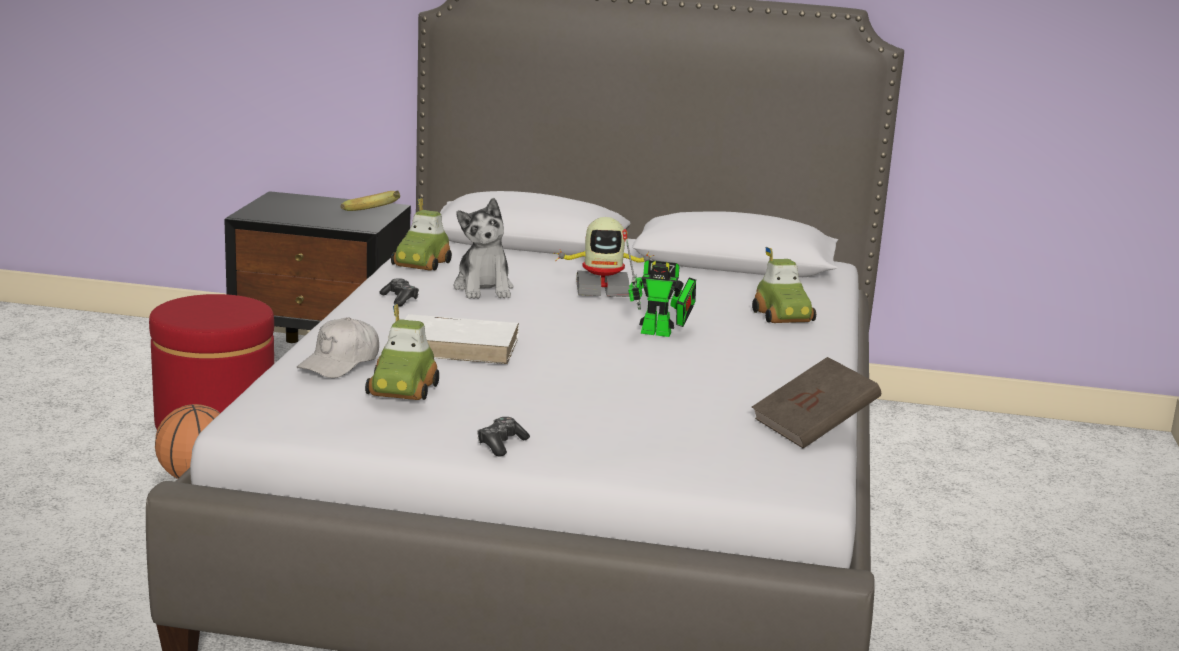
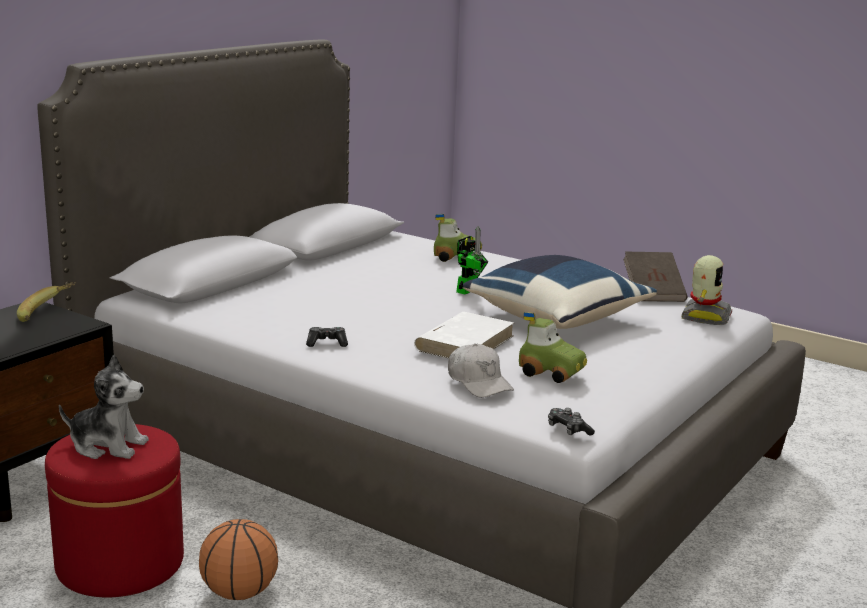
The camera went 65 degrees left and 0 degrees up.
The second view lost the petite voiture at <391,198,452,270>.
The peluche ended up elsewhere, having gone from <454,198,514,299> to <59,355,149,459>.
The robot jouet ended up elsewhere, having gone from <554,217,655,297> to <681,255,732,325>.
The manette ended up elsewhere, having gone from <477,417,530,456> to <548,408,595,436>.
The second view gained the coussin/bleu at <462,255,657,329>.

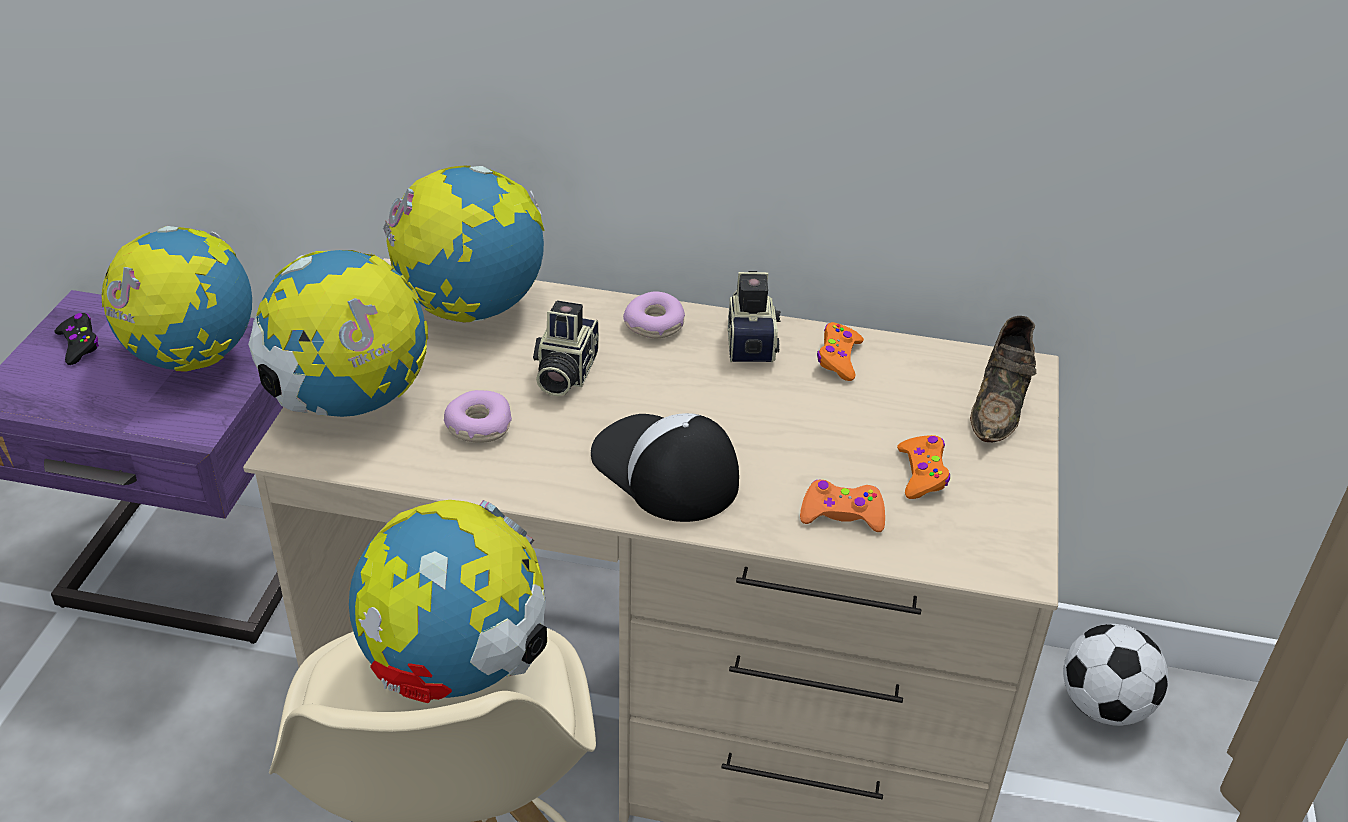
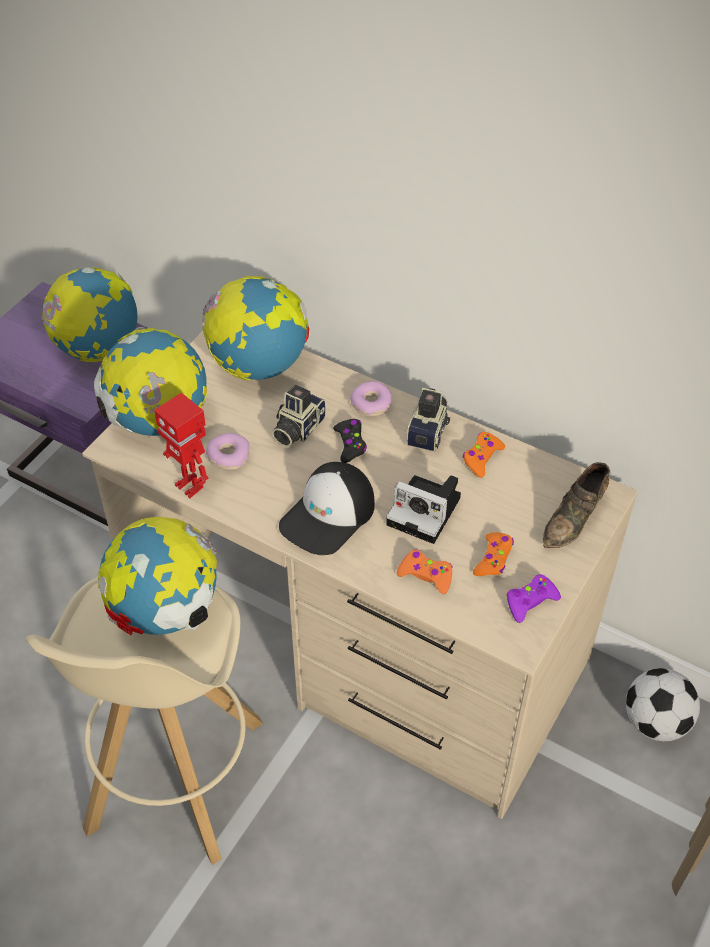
The camera went 20 degrees right and 10 degrees up.
The manette/noir ended up elsewhere, having gone from <54,313,99,365> to <333,419,367,463>.
The casquette at <591,413,739,522> ended up facing another way, 120 degrees counterclockwise from before.
The second view gained the robot jouet at <154,393,208,498>.
The second view gained the appareil photo at <386,475,461,544>.
The second view gained the manette/violet at <507,574,561,623>.

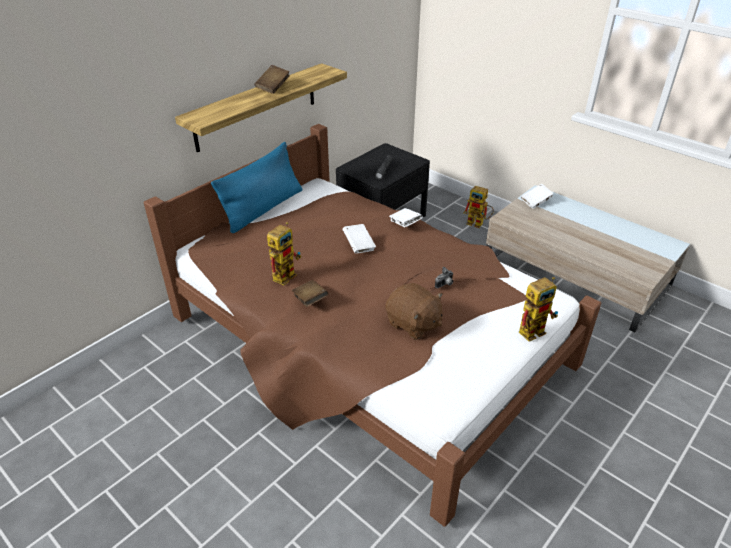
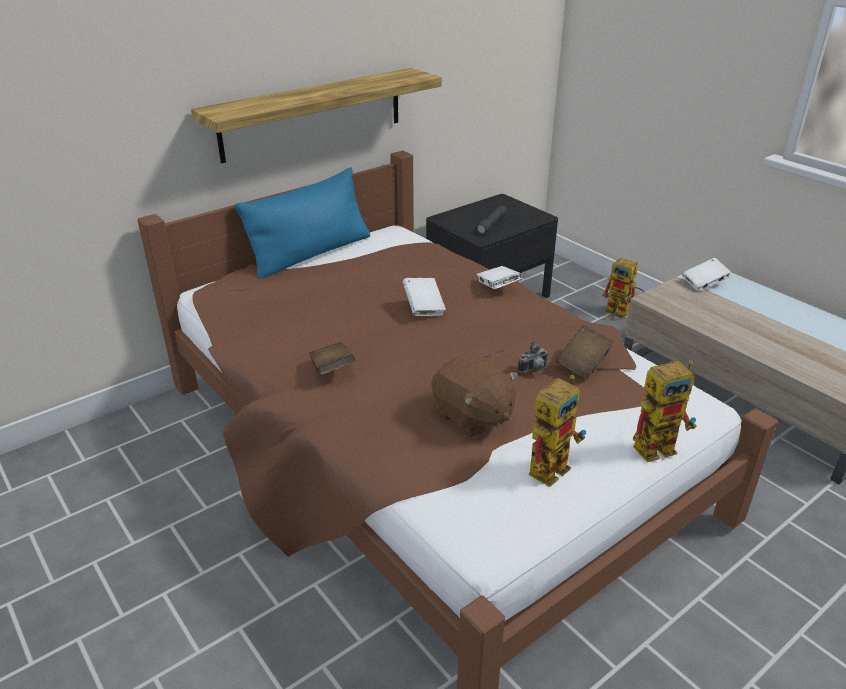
The camera went 10 degrees right and 5 degrees down.
The livre/marron ended up elsewhere, having gone from <255,65,290,94> to <556,326,614,378>.
The robot jouet ended up elsewhere, having gone from <267,222,301,285> to <529,375,586,487>.

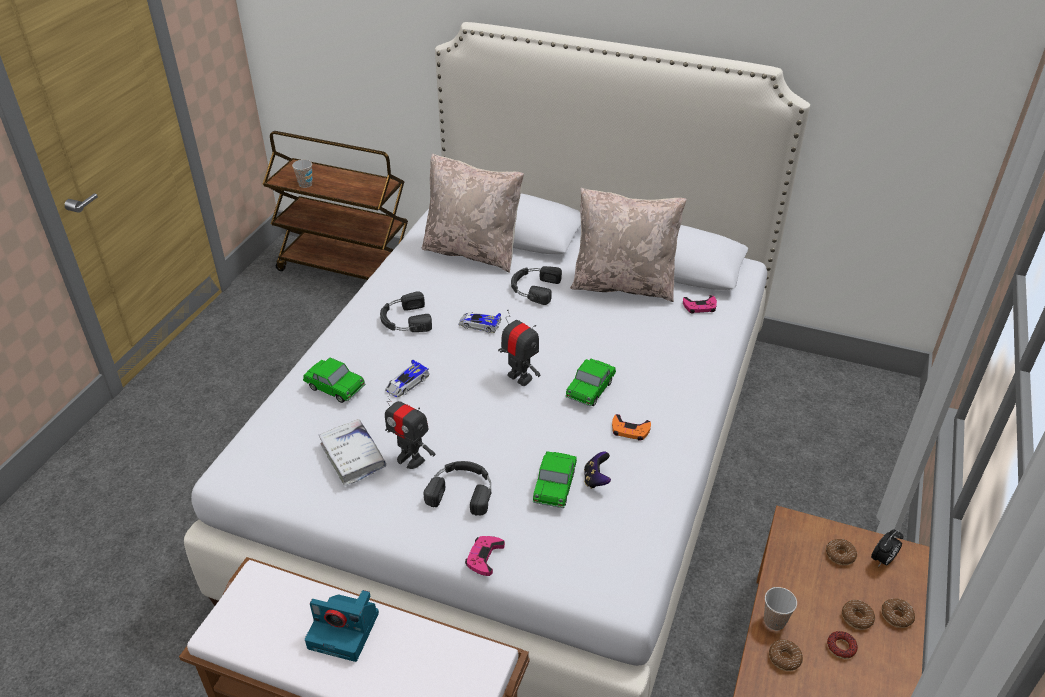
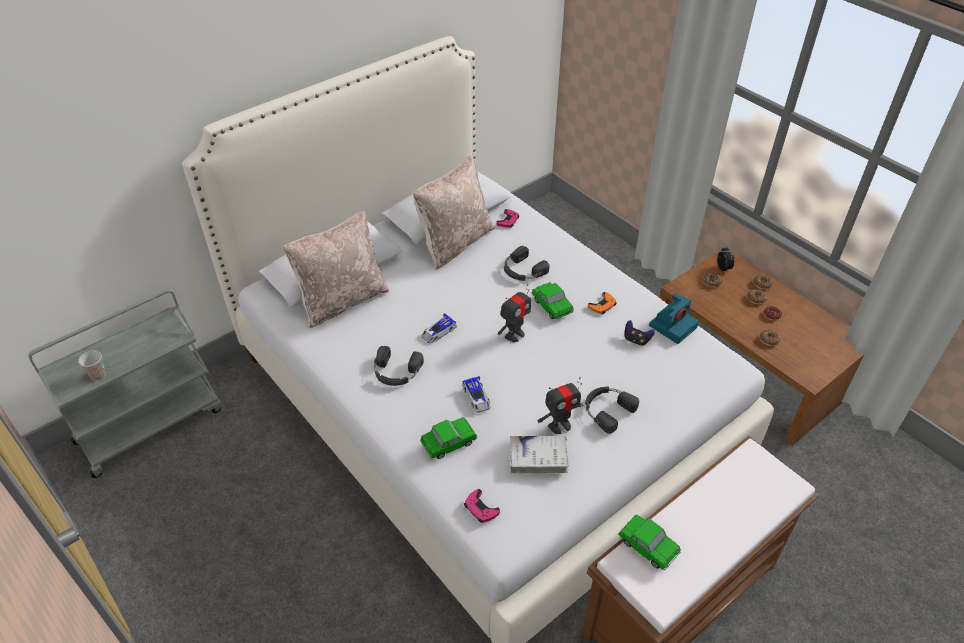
The camera went 60 degrees left and 5 degrees up.
What was the chariot/marron at <262,131,408,280> turned into the chariot/gris at <28,289,222,478>.
The casque audio/noir ended up elsewhere, having gone from <511,266,562,305> to <504,246,549,281>.
The robot jouet at <498,309,540,386> ended up facing another way, 150 degrees clockwise from before.
The petite voiture ended up elsewhere, having gone from <533,451,577,508> to <618,514,681,570>.
The manette/rose ended up elsewhere, having gone from <465,536,505,576> to <464,489,500,523>.
The second view lost the tasse at <764,587,797,630>.
The appareil photo ended up elsewhere, having gone from <305,590,379,662> to <649,293,699,344>.

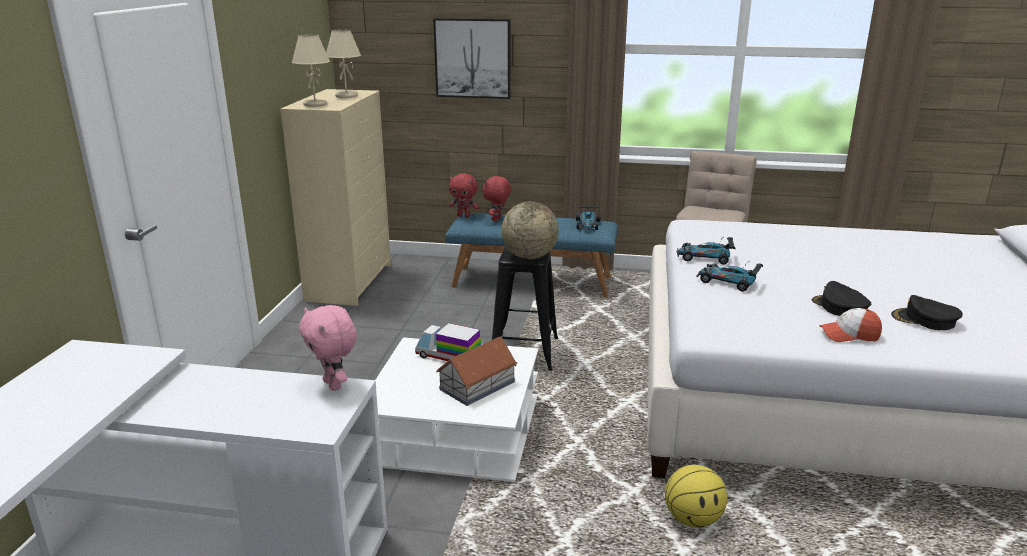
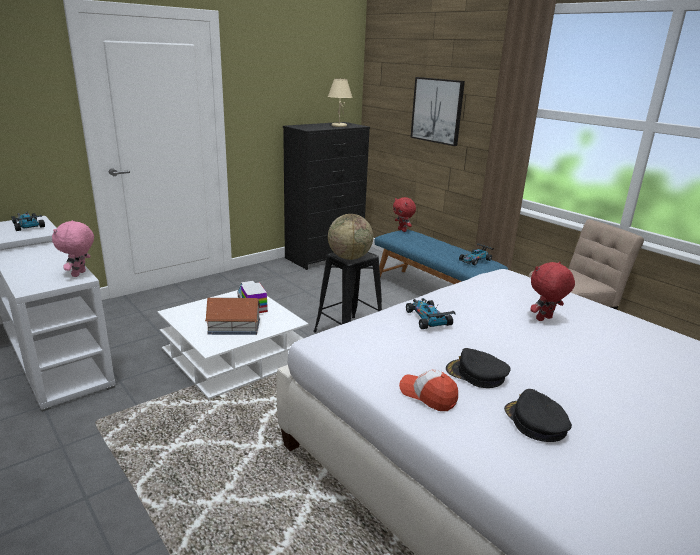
The camera went 40 degrees right and 0 degrees up.
The second view lost the lampe de table/beige at <292,34,330,107>.
What was the commode/beige at <280,89,391,306> turned into the commode/noir at <283,122,370,270>.
The peluche/rouge ended up elsewhere, having gone from <482,176,511,222> to <530,262,575,321>.
The petite voiture ended up elsewhere, having gone from <677,237,736,265> to <11,212,45,231>.
The casquette/noir at <812,281,871,316> ended up facing another way, 75 degrees counterclockwise from before.
The second view lost the ballon de basket at <665,465,728,528>.

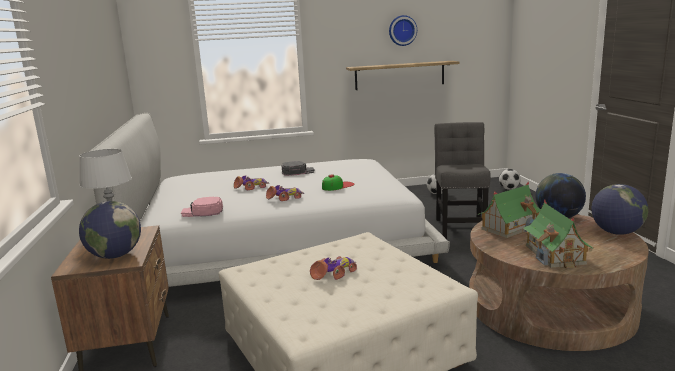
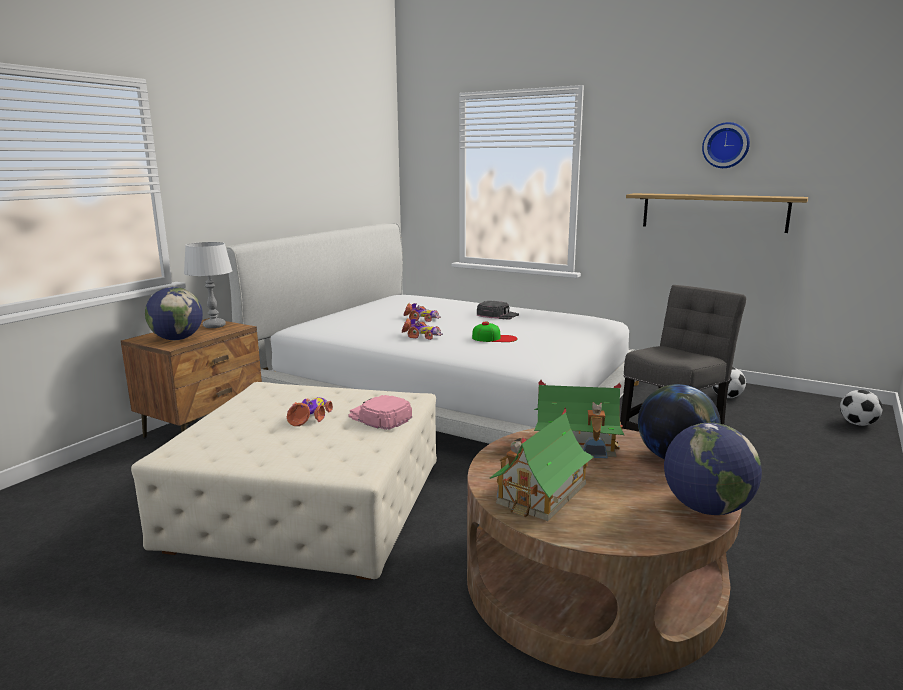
The camera went 40 degrees right and 0 degrees up.
The casquette/rose ended up elsewhere, having gone from <181,197,223,217> to <348,395,412,430>.
The petite voiture at <310,256,357,280> ended up facing another way, 75 degrees counterclockwise from before.

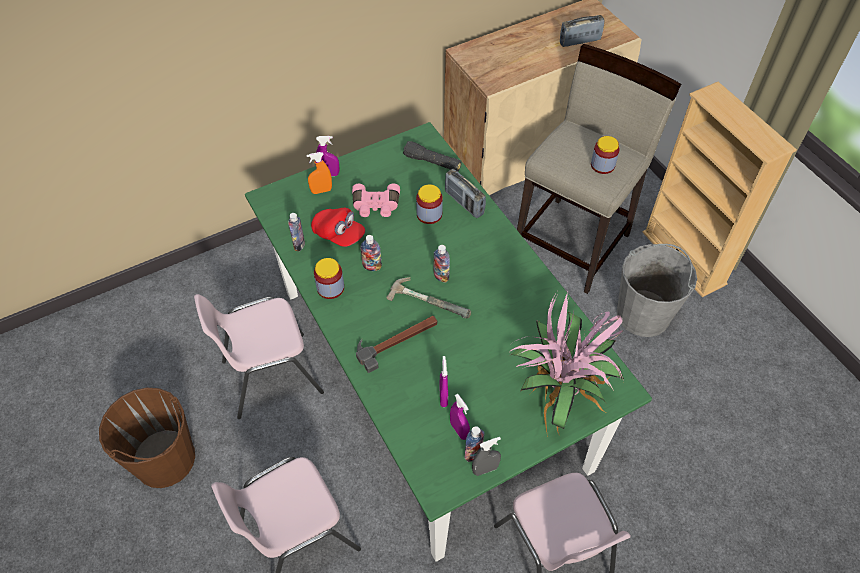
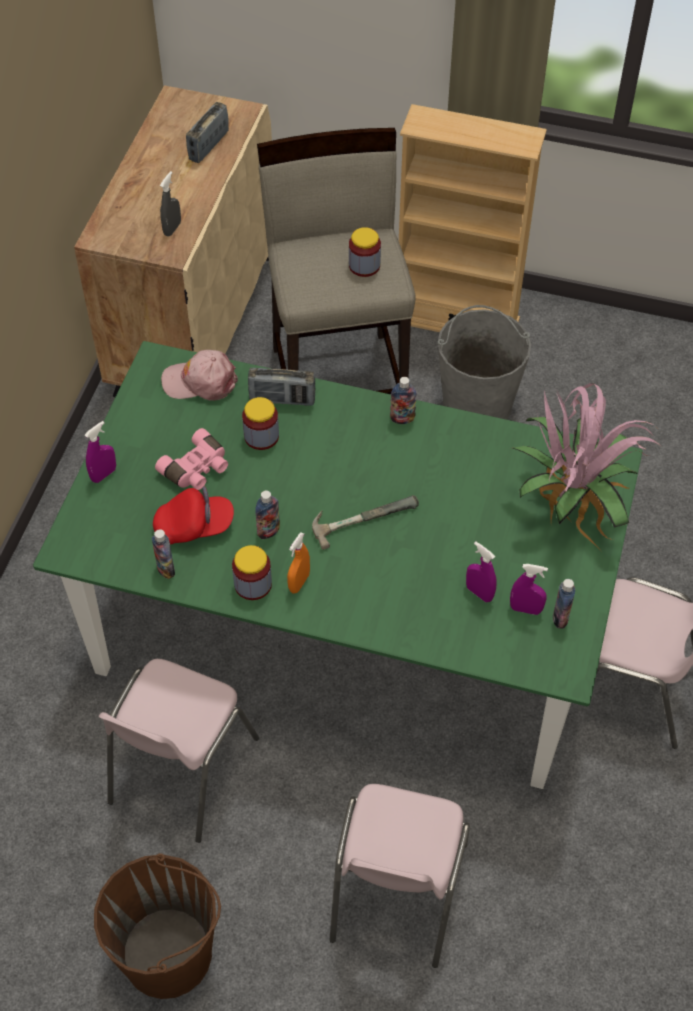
The camera went 45 degrees left and 0 degrees up.
Where the lampe de poche/noir stood at <403,141,462,172>, the casquette/rose came to stand at <161,350,238,401>.
The vaporisateur/orange ended up elsewhere, having gone from <307,152,332,194> to <287,532,310,594>.
The bouteille ended up elsewhere, having gone from <434,245,450,283> to <390,377,417,424>.
The second view lost the marteau at <356,316,437,373>.
The vaporisateur/gris ended up elsewhere, having gone from <472,437,501,476> to <160,171,181,237>.

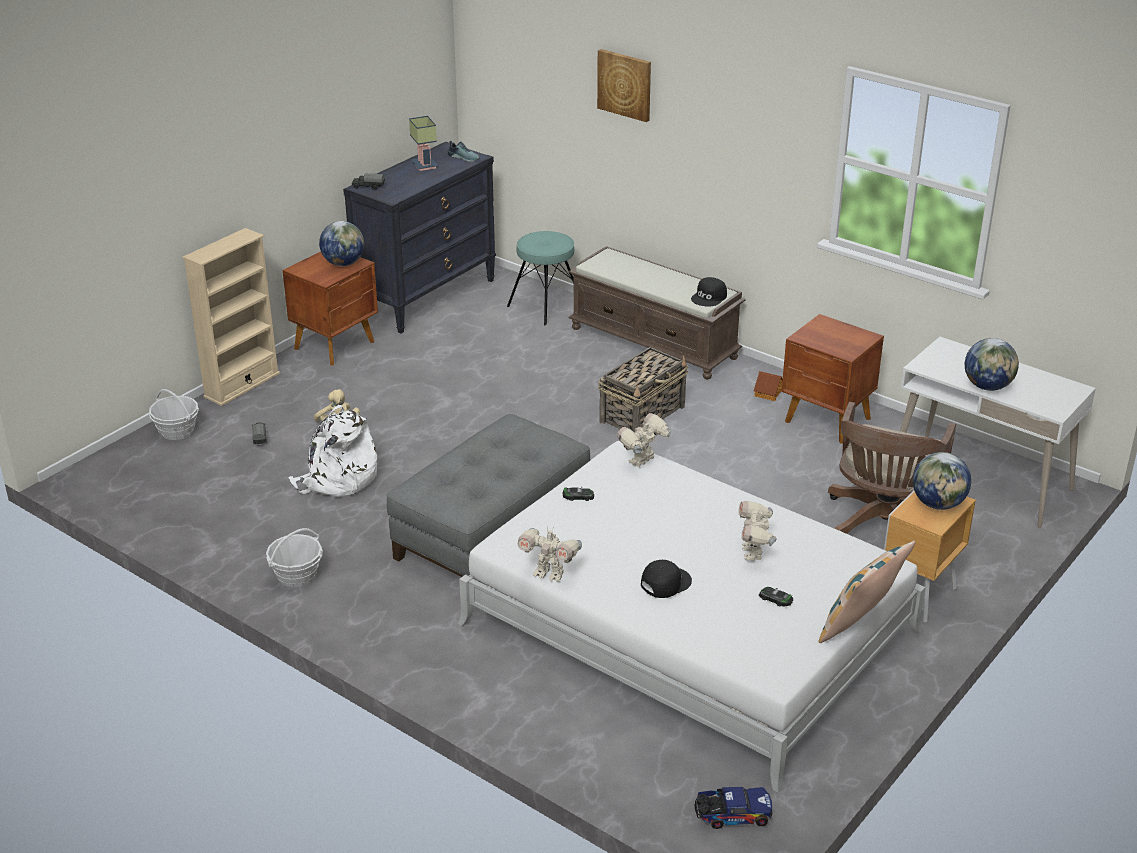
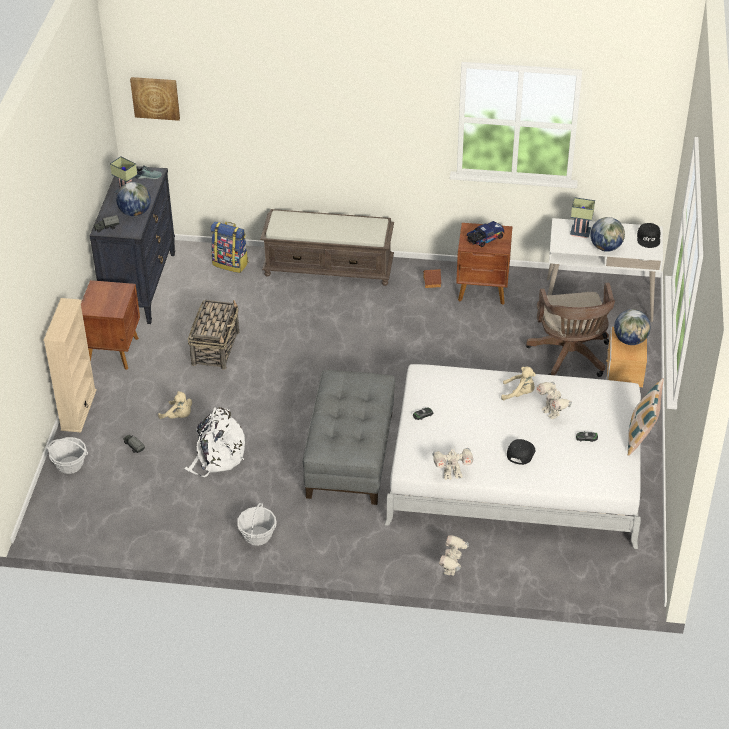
The camera went 30 degrees left and 10 degrees up.
The tableau ended up elsewhere, having gone from <597,49,651,122> to <130,77,180,121>.
The globe ended up elsewhere, having gone from <319,221,364,266> to <116,182,151,217>.
Where the tabouret/turquoise stood at <507,231,574,325>, the sac à dos came to stand at <211,221,248,273>.
The casquette/noir ended up elsewhere, having gone from <691,277,727,307> to <637,223,660,248>.
The panier ended up elsewhere, having gone from <598,347,688,433> to <188,300,239,370>.
The robot jouet ended up elsewhere, having gone from <617,413,672,467> to <439,535,469,576>.
The camion jouet ended up elsewhere, having gone from <694,787,773,829> to <467,221,505,247>.
The second view gained the lampe de table at <570,197,595,238>.
The second view gained the peluche/beige at <501,367,536,400>.

